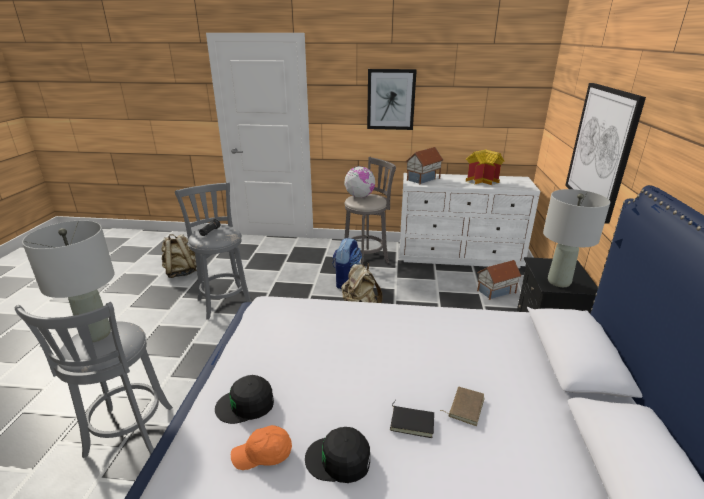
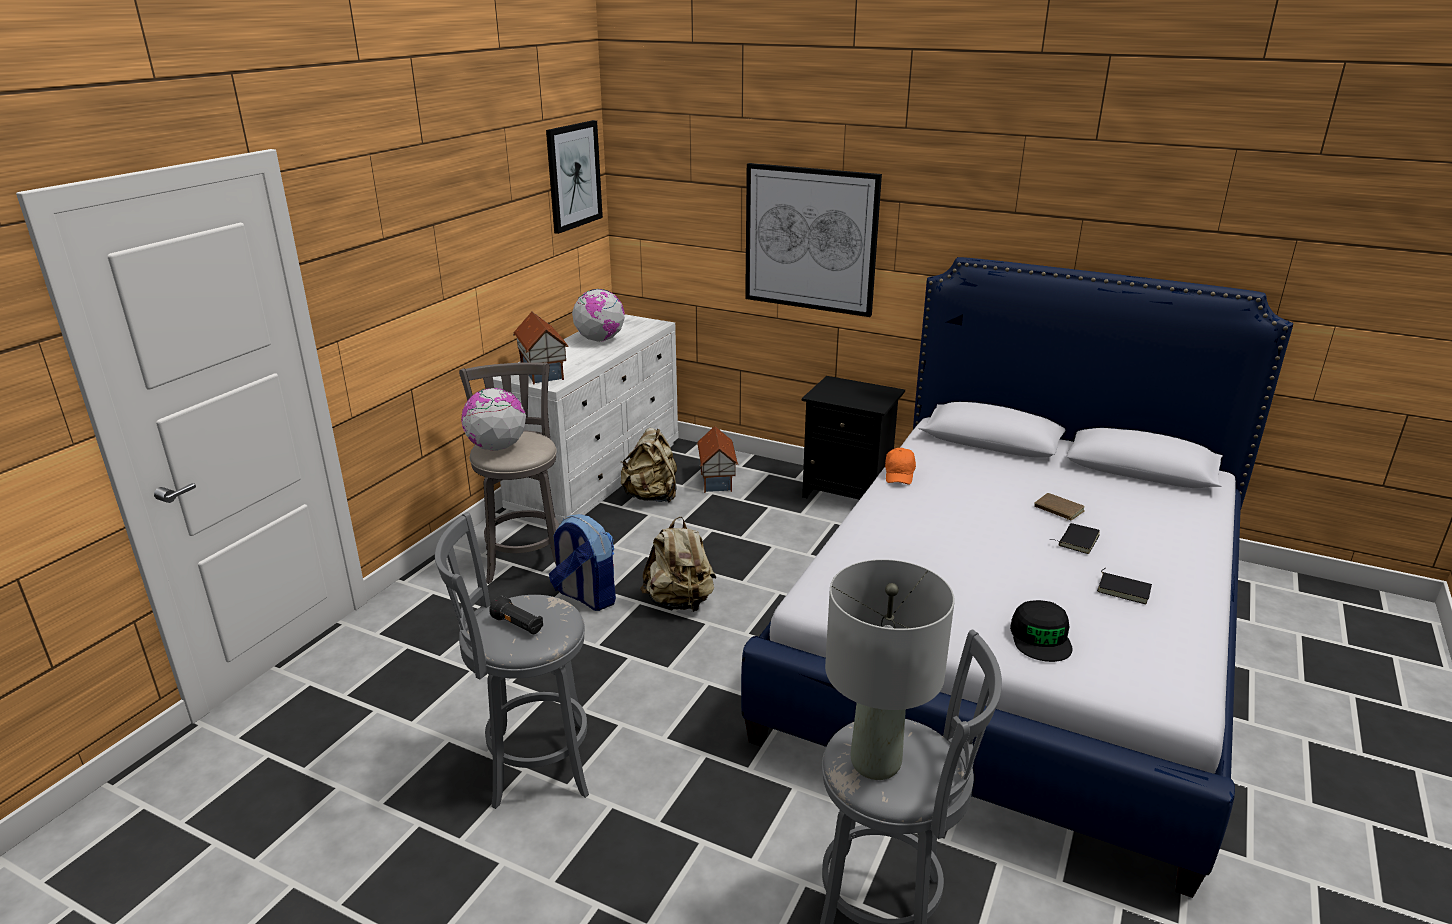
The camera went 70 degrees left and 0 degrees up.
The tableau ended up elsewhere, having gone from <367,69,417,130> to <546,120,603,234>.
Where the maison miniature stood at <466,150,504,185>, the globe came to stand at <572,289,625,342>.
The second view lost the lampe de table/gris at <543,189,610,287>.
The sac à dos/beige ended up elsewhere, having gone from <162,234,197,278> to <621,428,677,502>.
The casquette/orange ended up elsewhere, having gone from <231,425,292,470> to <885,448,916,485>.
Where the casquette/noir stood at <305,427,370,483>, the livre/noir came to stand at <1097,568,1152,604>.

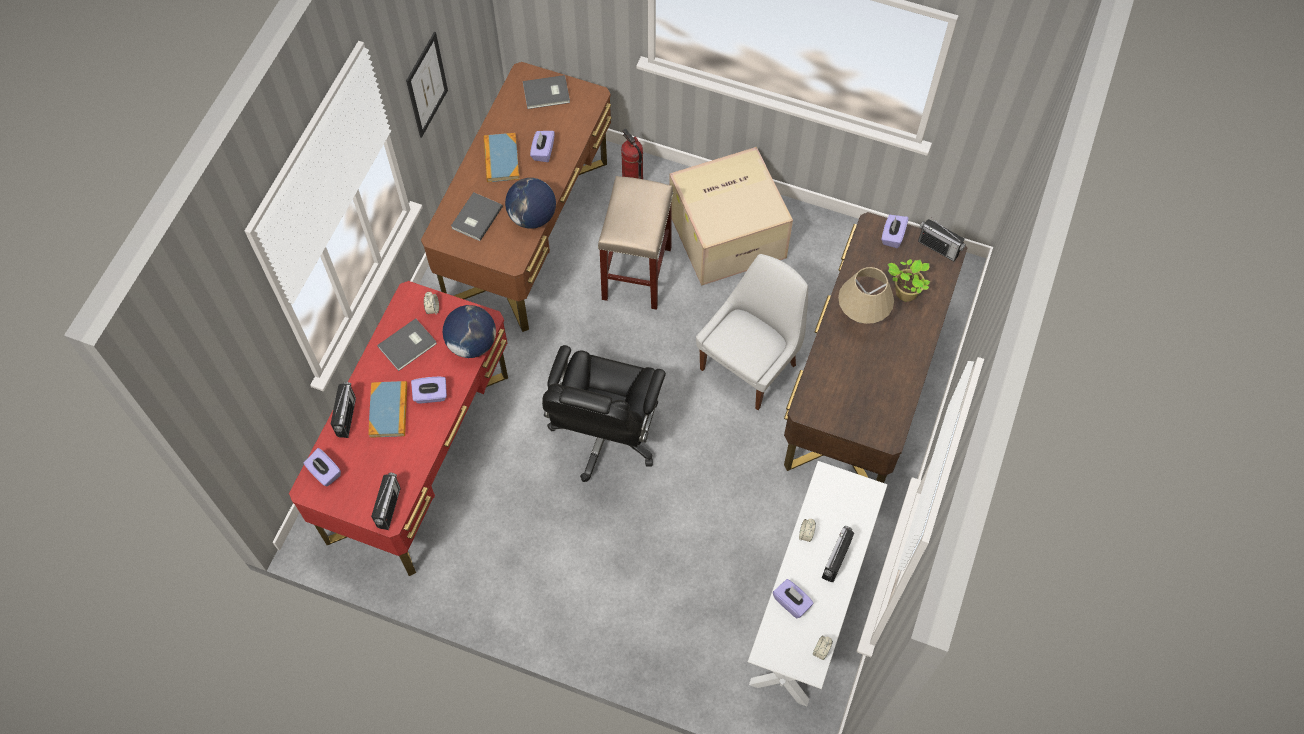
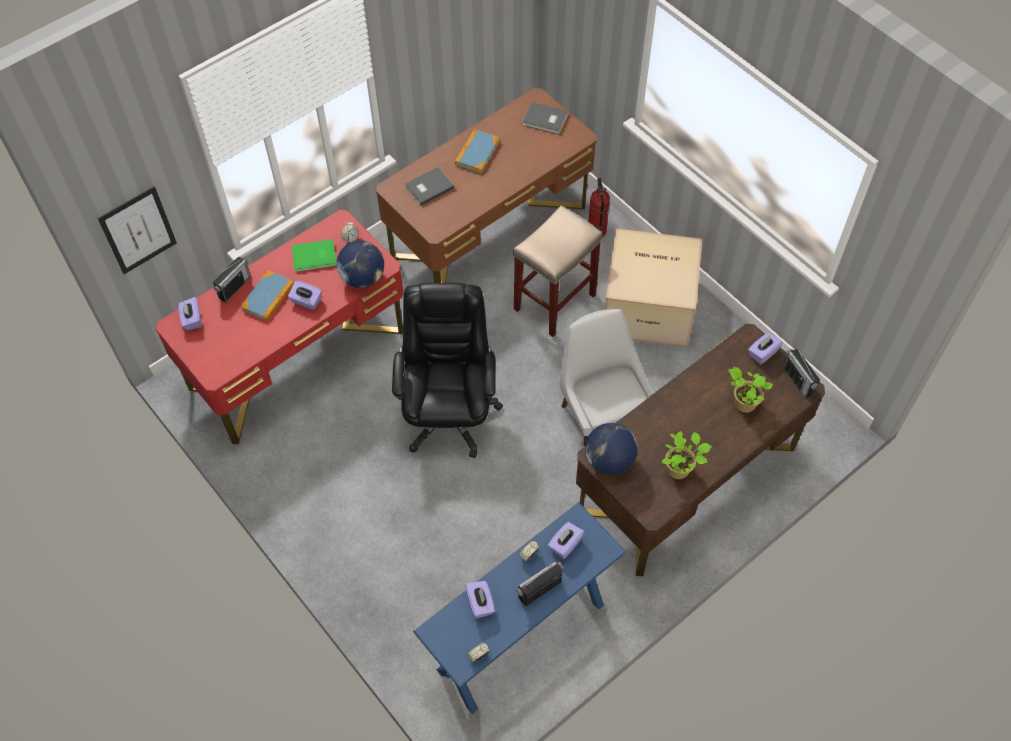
The camera went 30 degrees right and 5 degrees down.
The tableau ended up elsewhere, having gone from <406,32,448,138> to <98,186,177,274>.
The boîte à mouchoirs/violet ended up elsewhere, having gone from <530,131,555,162> to <548,522,584,559>.
The globe ended up elsewhere, having gone from <505,178,556,229> to <585,423,638,475>.
The chaise/blanc at <696,254,808,410> ended up facing another way, 90 degrees counterclockwise from before.
The second view lost the lampe de table/beige at <838,267,894,324>.
What was the livre/gris at <377,318,437,371> turned into the livre/vert at <291,239,337,272>.
The chaise de bureau/noir at <542,345,666,482> ended up facing another way, 135 degrees clockwise from before.
What was the table console/blanc at <748,461,888,706> turned into the table console/bleu at <413,502,626,714>.
The second view lost the radio at <371,473,401,530>.
The second view gained the plante en pot at <662,431,712,479>.

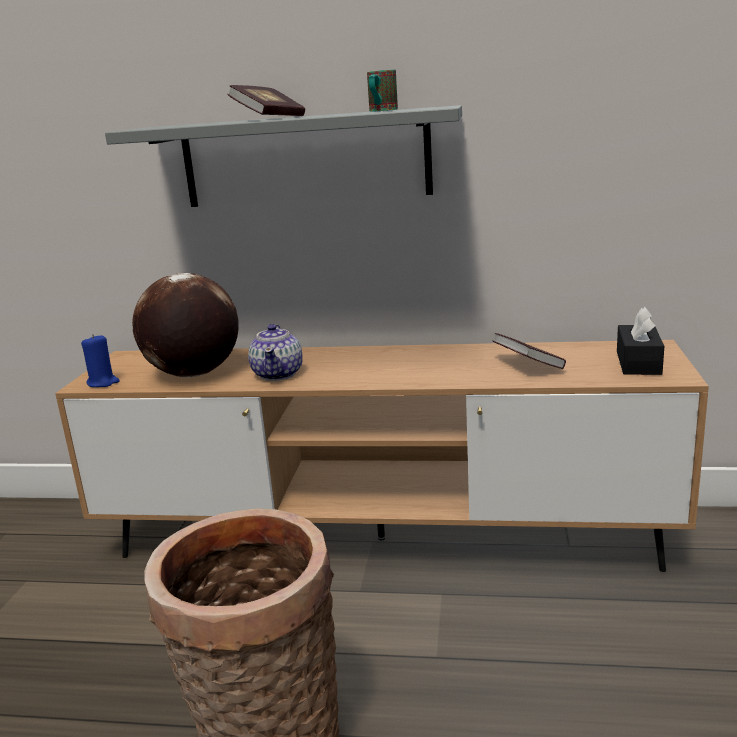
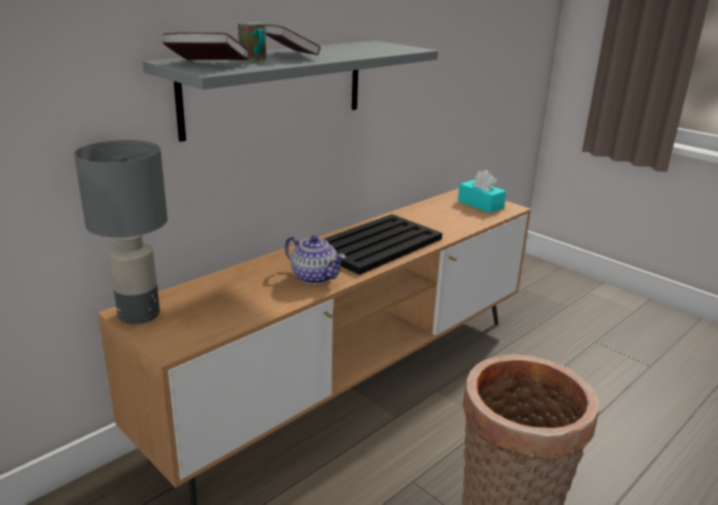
The camera went 55 degrees left and 5 degrees up.
The mug ended up elsewhere, having gone from <367,69,398,112> to <238,21,266,61>.
The second view lost the globe at <132,273,239,377>.
What was the boîte à mouchoirs/noir at <617,307,664,375> turned into the boîte à mouchoirs/turquoise at <458,170,506,213>.
The livre ended up elsewhere, having gone from <492,333,566,369> to <162,32,249,60>.
The second view lost the bougie/bleu at <81,334,120,387>.
The second view gained the lampe de table/gris at <74,140,168,324>.
The second view gained the plateau/noir at <324,214,442,275>.

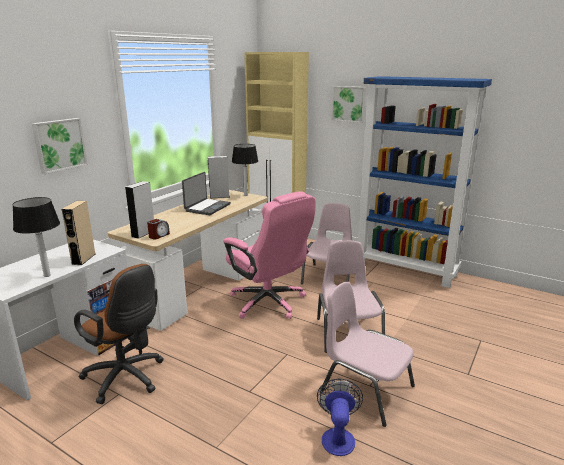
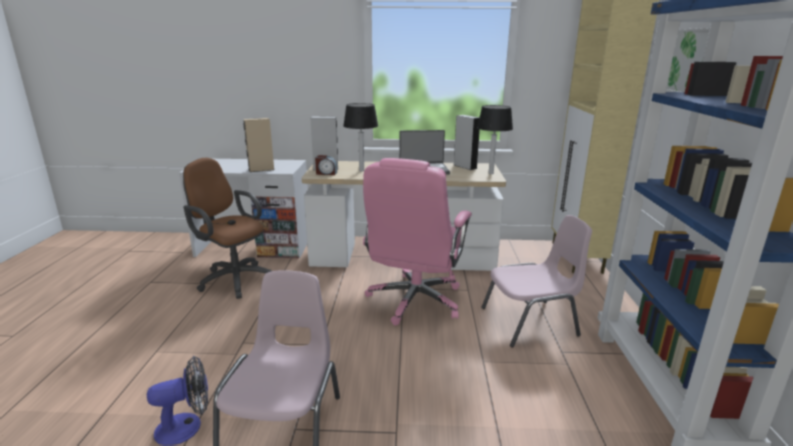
The camera went 60 degrees right and 0 degrees up.
The second view lost the tableau at <32,118,88,174>.
The lampe de table ended up elsewhere, having gone from <12,197,60,277> to <343,103,378,172>.
The second view lost the chaise/rose at <317,241,385,353>.
The chaise de bureau/marron at <74,264,163,404> ended up facing another way, 120 degrees clockwise from before.

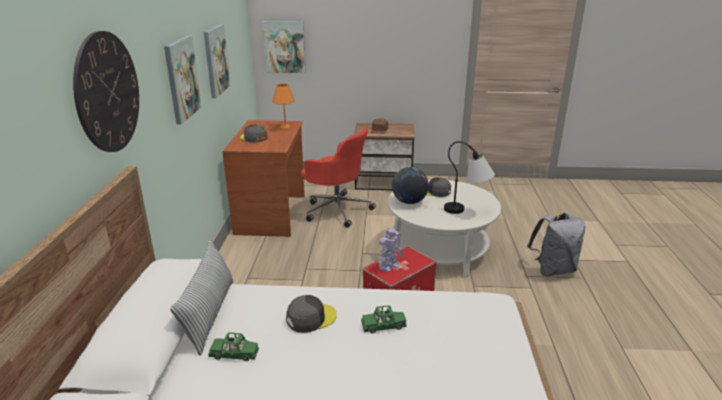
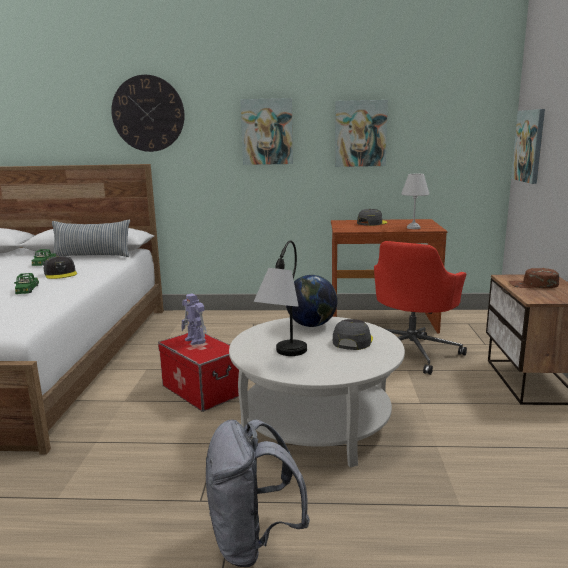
The camera went 90 degrees right and 10 degrees down.
What was the lampe de table/orange at <272,84,295,130> turned into the lampe de table/blanc at <401,174,429,229>.

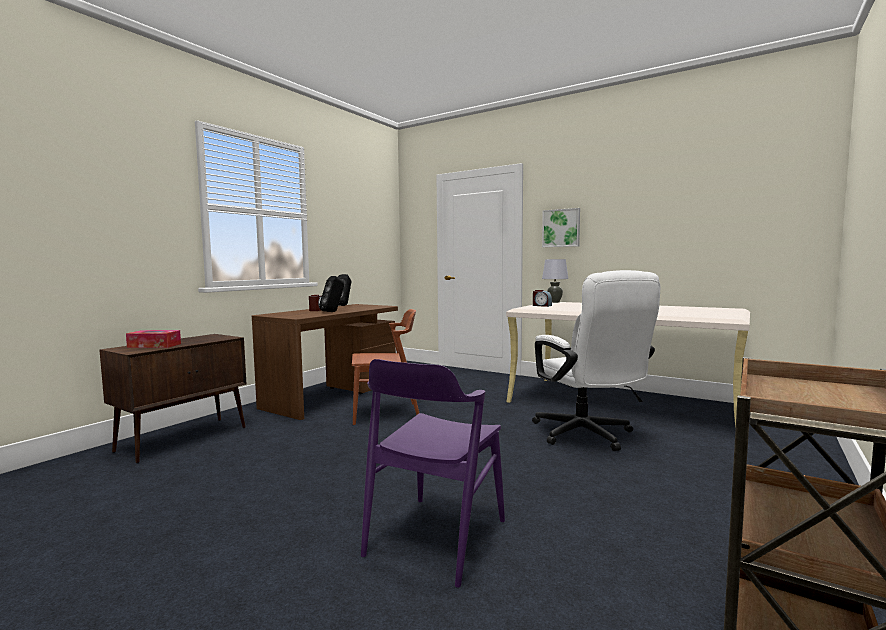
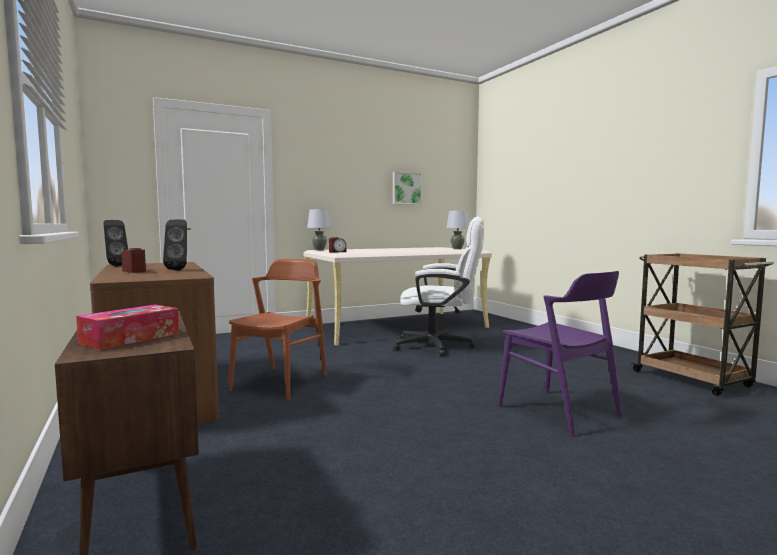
The camera went 60 degrees left and 0 degrees up.
The tableau ended up elsewhere, having gone from <542,208,580,247> to <393,171,422,205>.
The second view gained the lampe de table/gris at <446,211,469,249>.

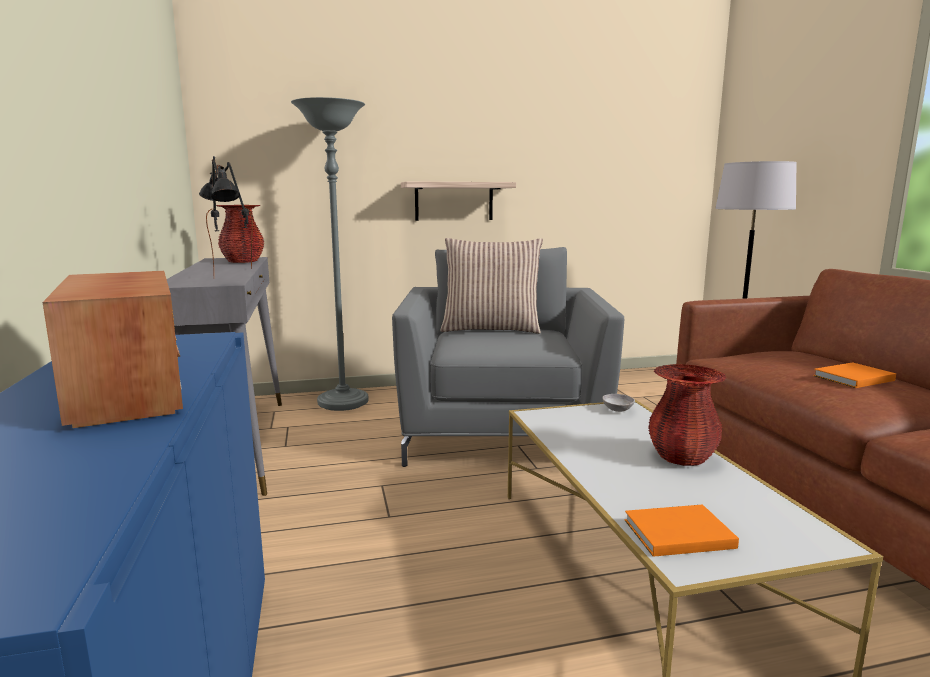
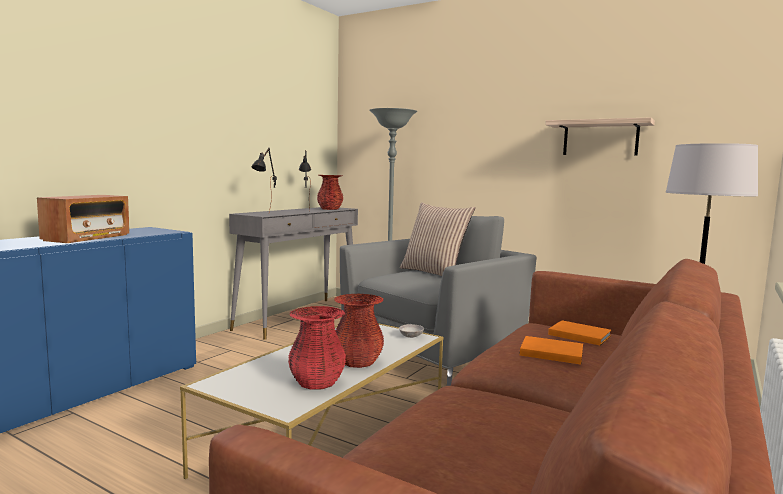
The camera went 45 degrees right and 5 degrees down.
The étagère ended up elsewhere, having gone from <401,181,516,221> to <545,118,655,155>.
The livre/orange ended up elsewhere, having gone from <625,504,739,557> to <548,320,612,346>.
The second view gained the vase/rouge at <288,306,346,390>.

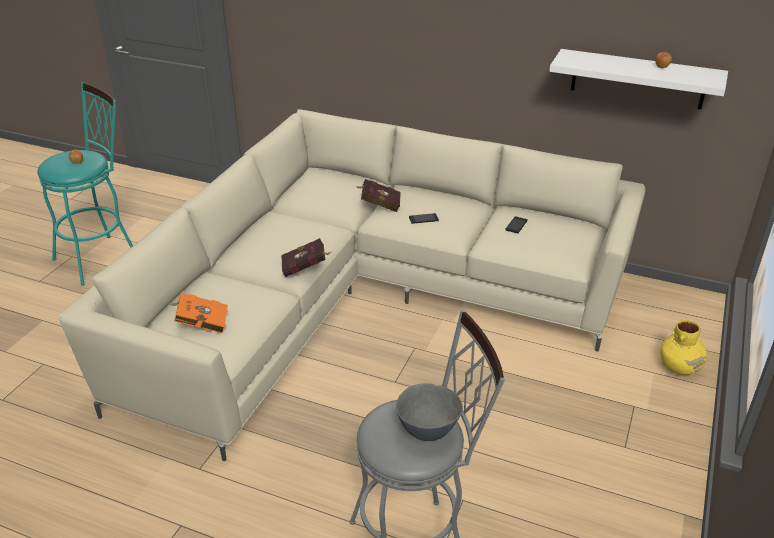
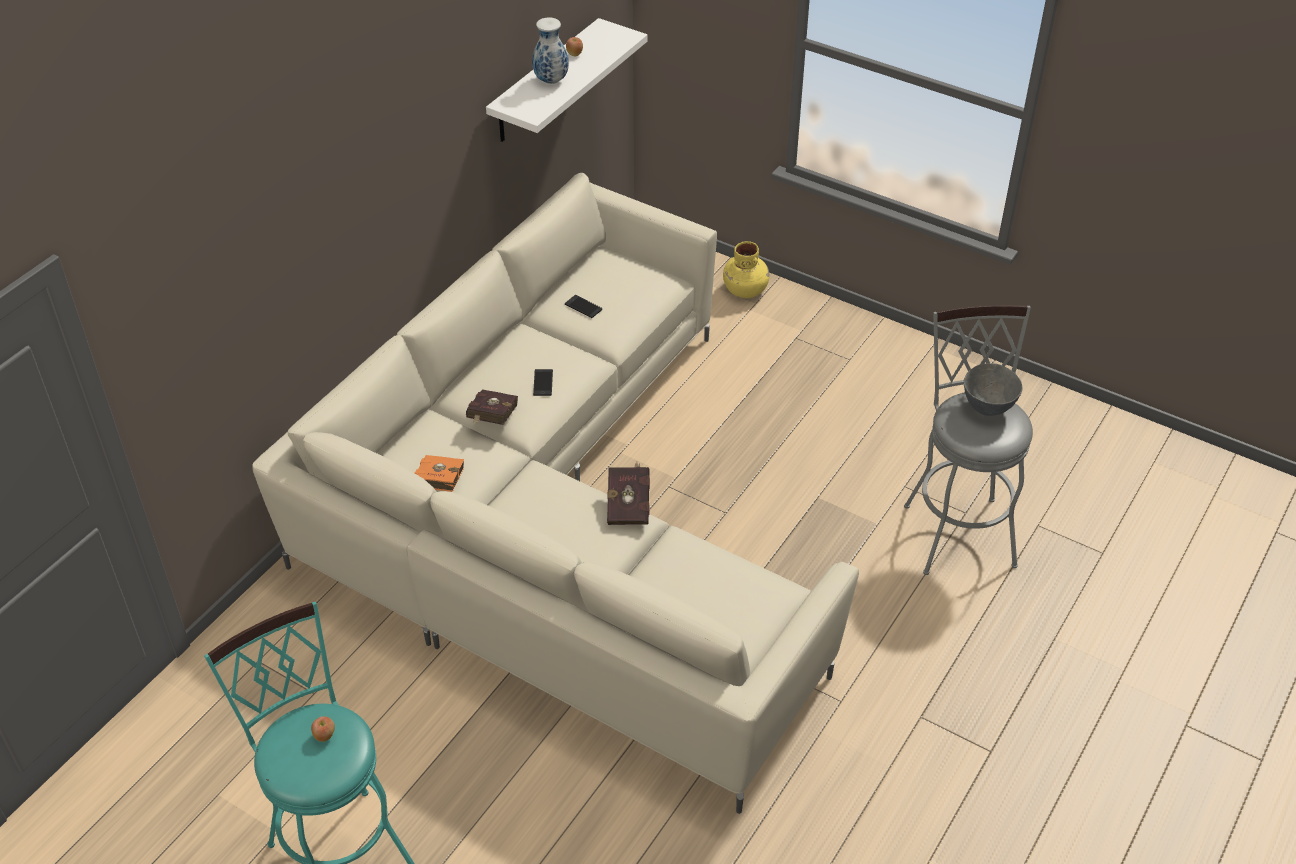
The camera went 80 degrees left and 10 degrees up.
The livre/orange ended up elsewhere, having gone from <168,293,228,333> to <415,455,464,492>.
The second view gained the vase at <532,17,569,84>.

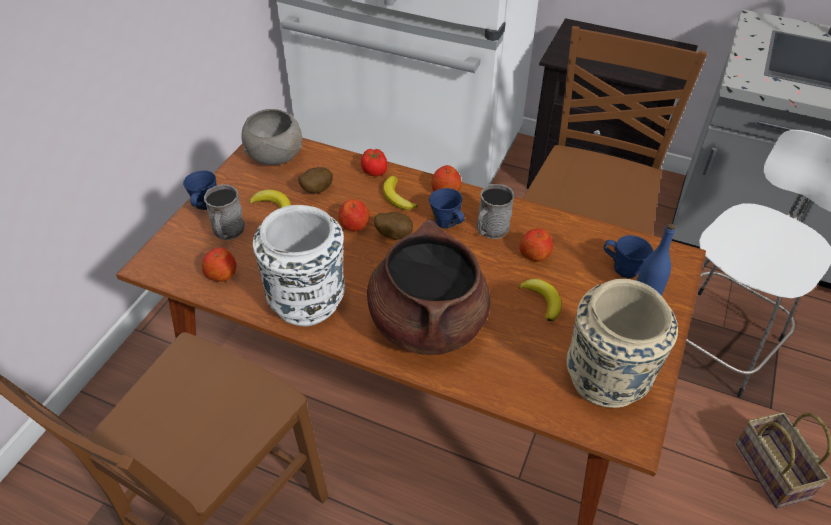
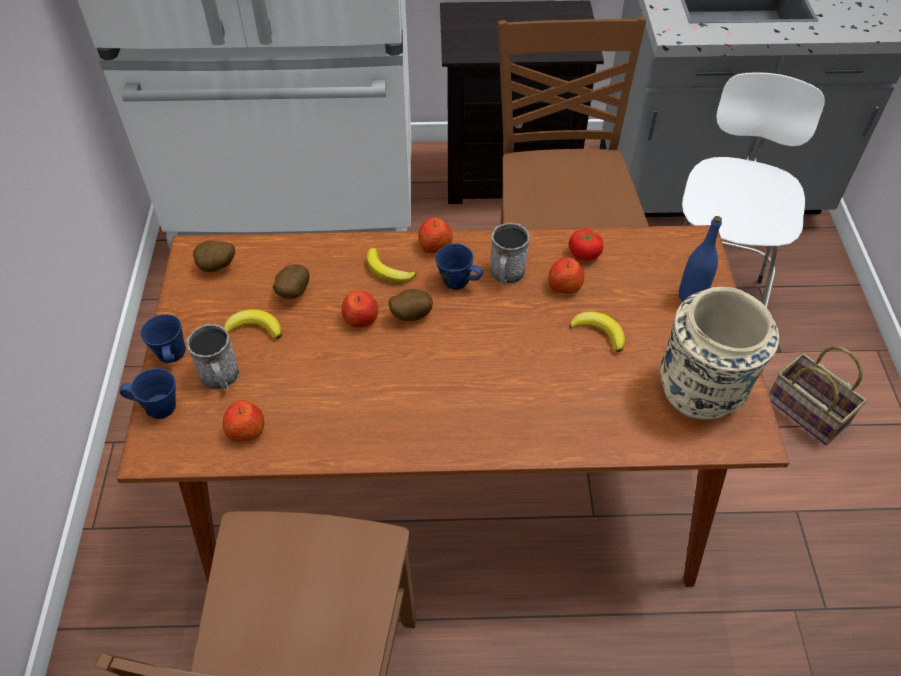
The camera went 25 degrees left and 5 degrees up.
Where the bol/gris stood at <241,109,302,165>, the pomme de terre came to stand at <193,240,235,272>.
The tomate ended up elsewhere, having gone from <361,149,387,176> to <569,228,604,261>.
The second view lost the vase/blanc at <252,205,345,326>.
The second view lost the marmite/marron at <367,219,490,355>.
The mug/bleu ended up elsewhere, having gone from <604,235,653,278> to <120,368,176,419>.

